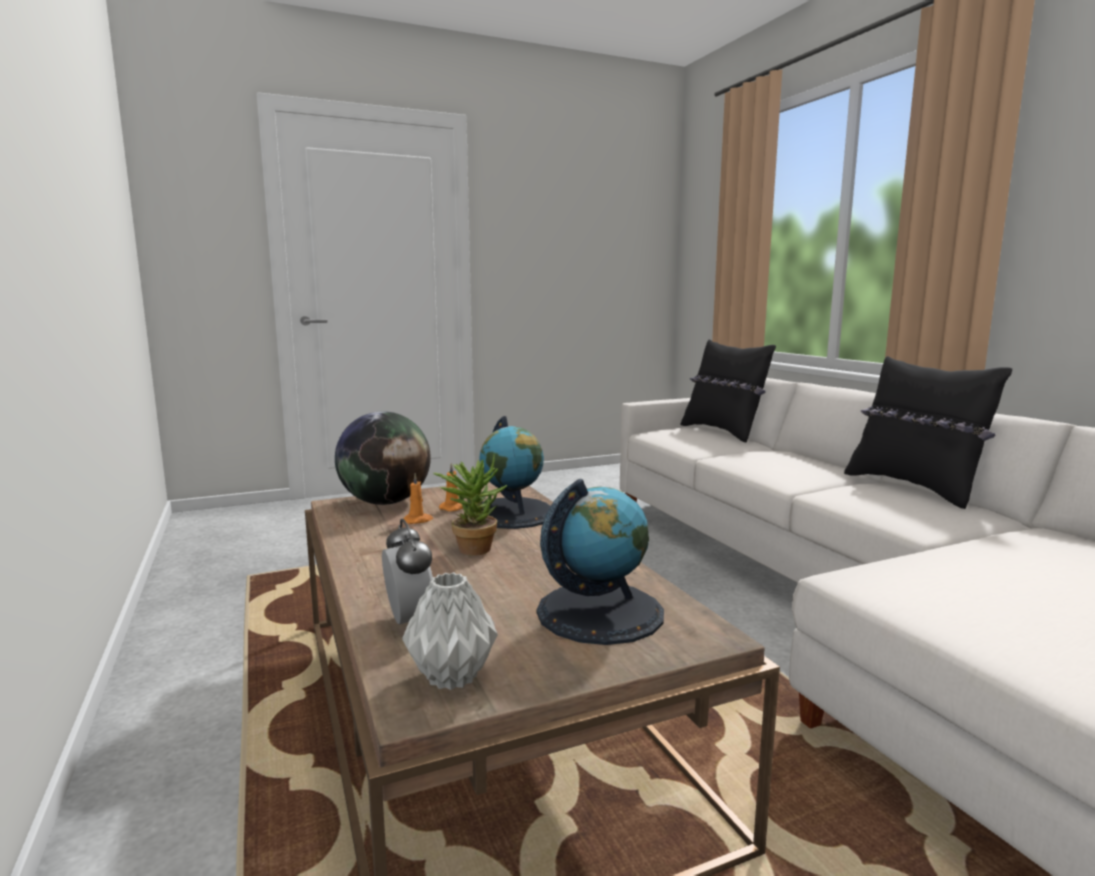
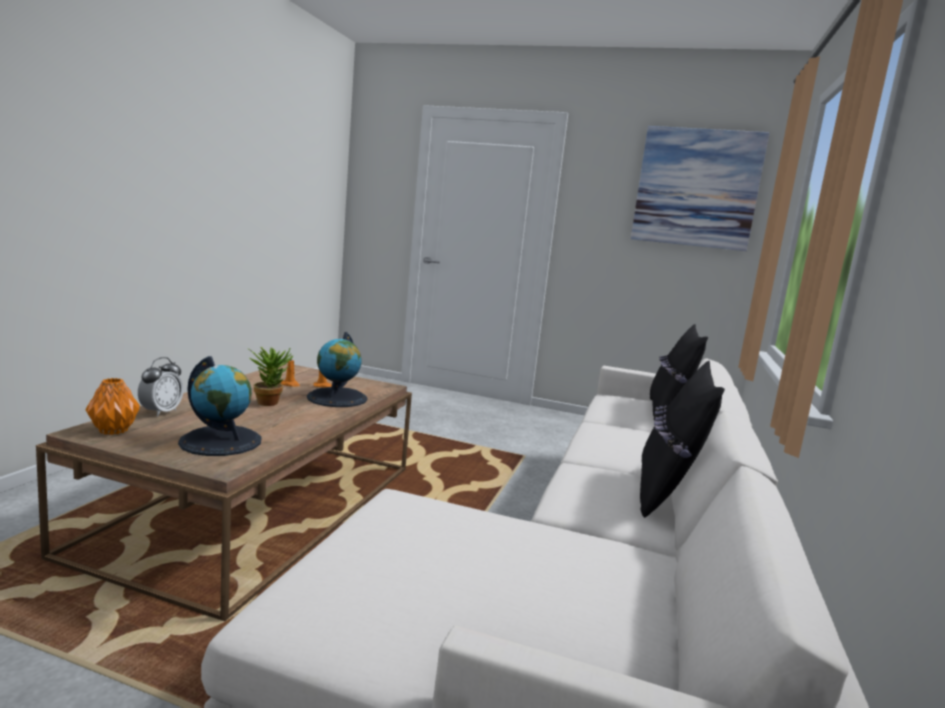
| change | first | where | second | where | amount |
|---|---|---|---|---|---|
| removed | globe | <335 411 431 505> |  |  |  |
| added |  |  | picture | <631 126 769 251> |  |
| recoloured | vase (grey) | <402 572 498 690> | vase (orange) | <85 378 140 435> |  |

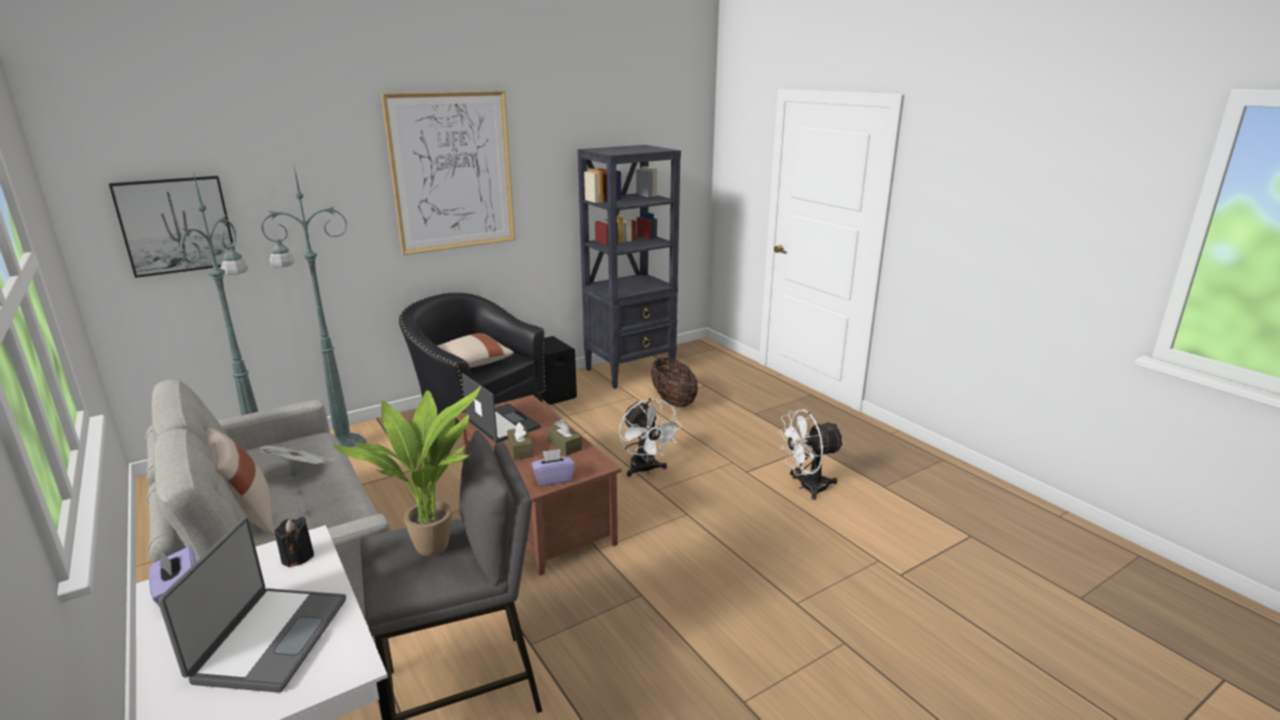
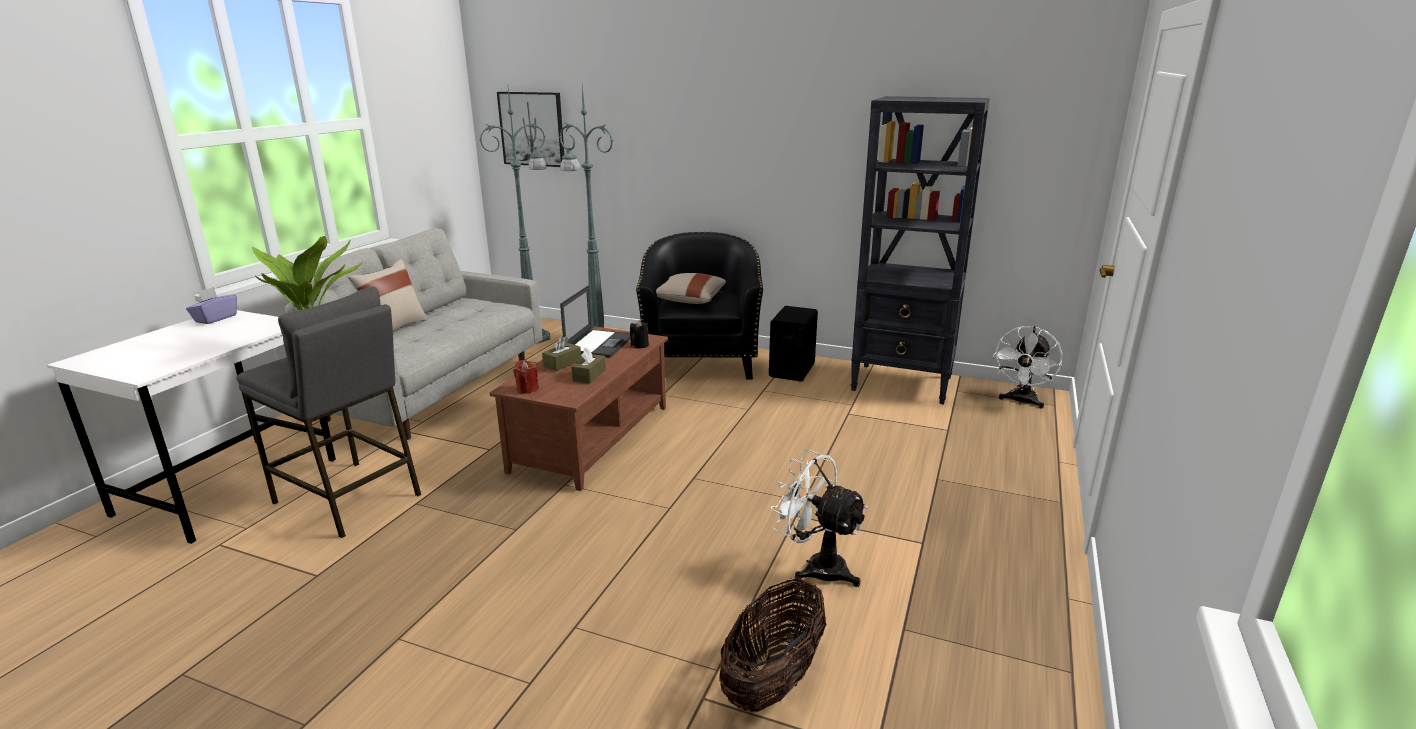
| change | first | where | second | where | amount |
|---|---|---|---|---|---|
| removed | laptop | <158 518 346 693> |  |  |  |
| removed | newspaper | <259 445 335 464> |  |  |  |
| removed | picture | <381 91 515 255> |  |  |  |
| moved | candle (black) | <275 517 314 567> |  | <630 320 649 348> |  |
| moved | fan (white) | <619 398 682 477> |  | <993 326 1063 408> |  |
| moved | basket | <651 358 698 407> |  | <719 579 826 713> |  |
| replaced | tissue box (purple) | <531 449 575 486> | candle (red) | <513 360 539 394> |  |

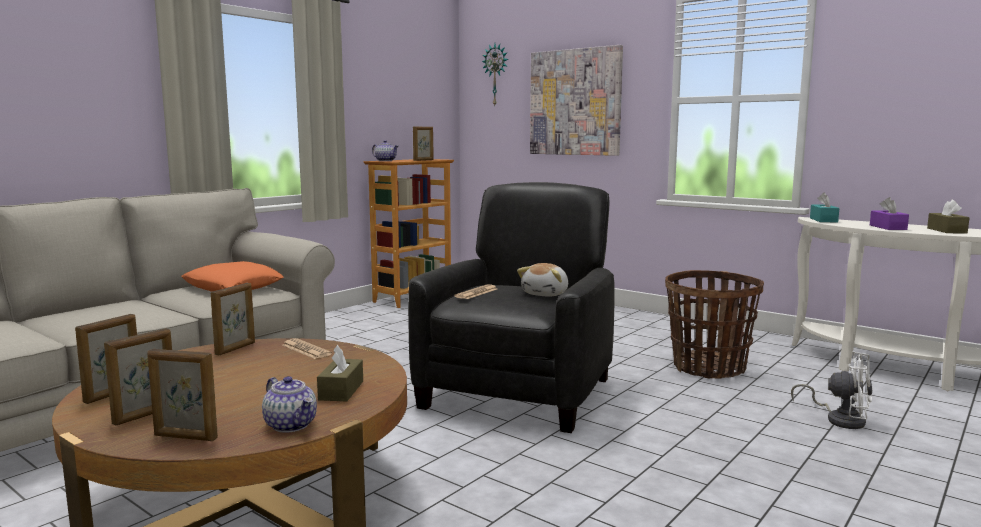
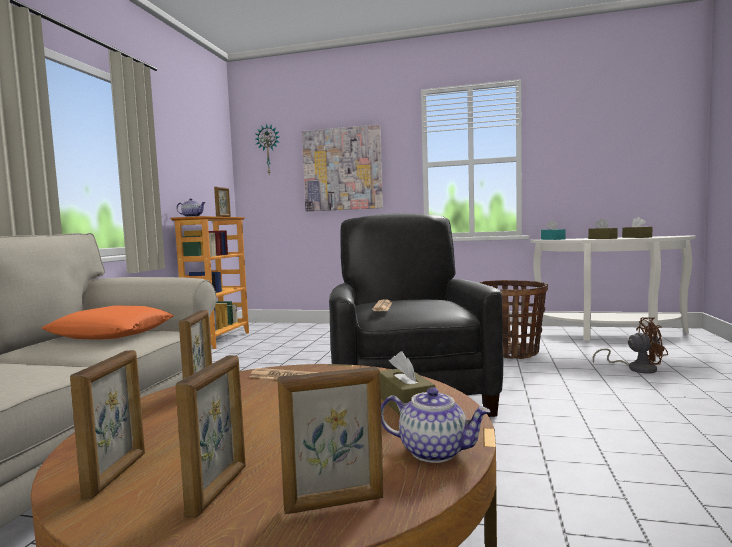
| change | first | where | second | where | amount |
|---|---|---|---|---|---|
| removed | plush toy | <517 263 568 297> |  |  |  |
| recoloured | fan (white) | <791 351 873 429> | fan (brown) | <593 317 668 374> |  |
| recoloured | tissue box (purple) | <870 197 909 230> | tissue box (brown) | <588 218 618 239> |  |

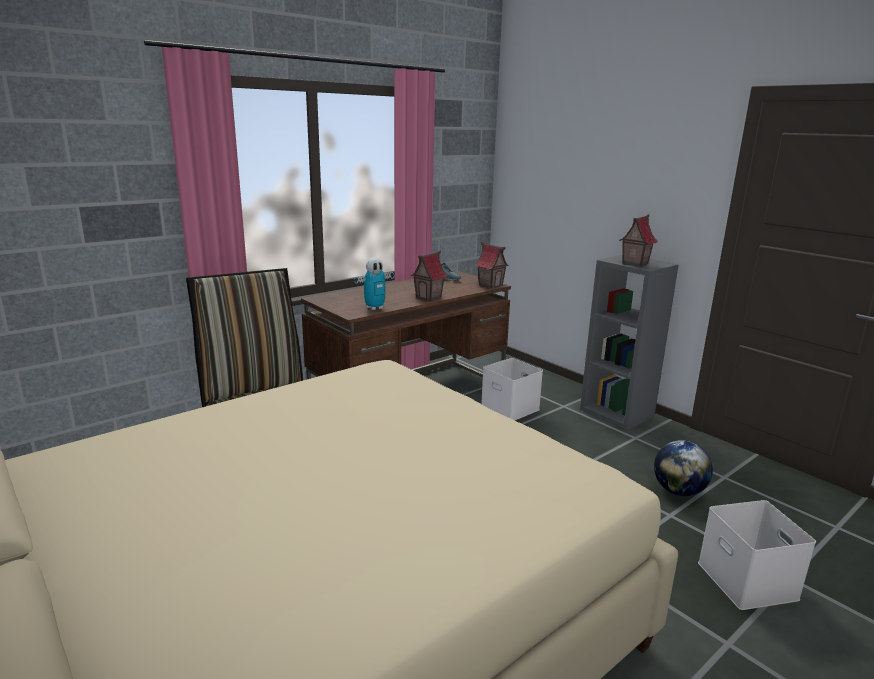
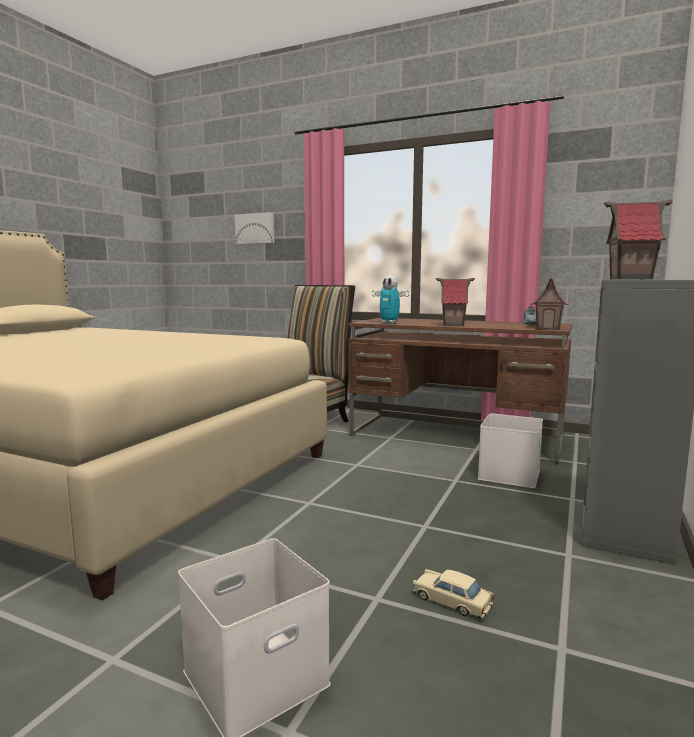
| change | first | where | second | where | amount |
|---|---|---|---|---|---|
| added |  |  | picture | <235 212 274 244> |  |
| replaced | globe | <654 440 713 496> | toy car (beige) | <413 569 494 619> |  |

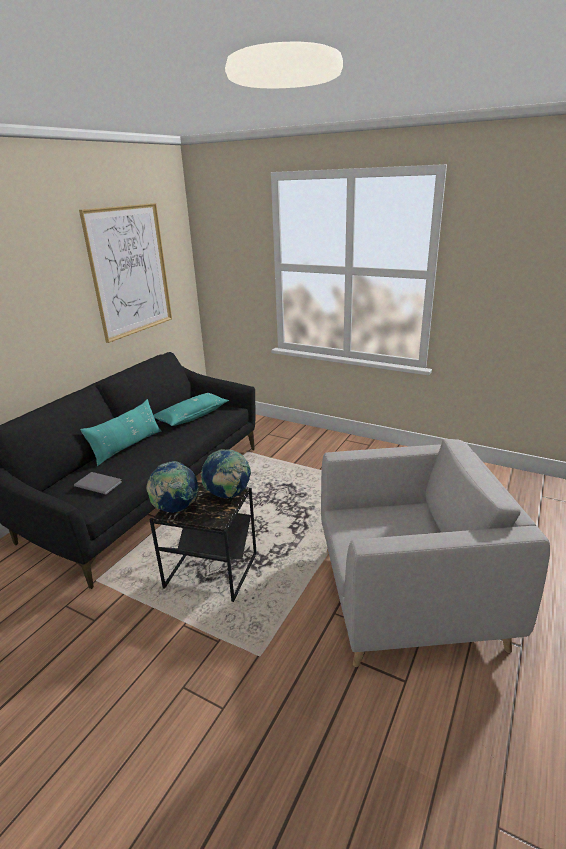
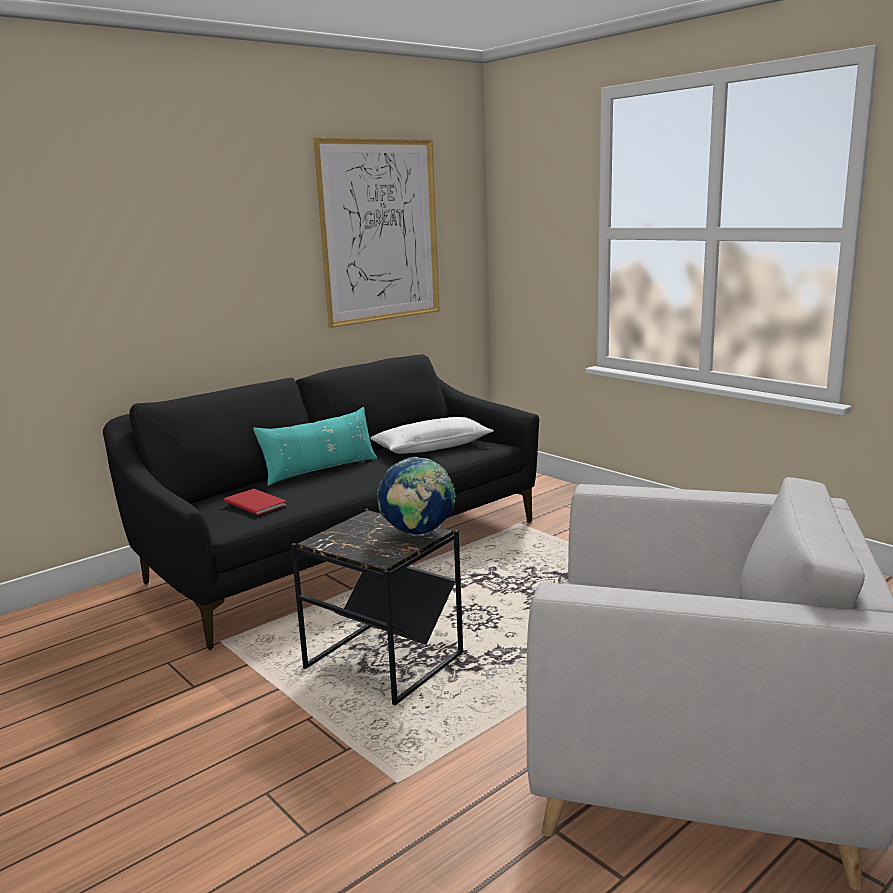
| change | first | where | second | where | amount |
|---|---|---|---|---|---|
| removed | globe | <146 461 199 513> |  |  |  |
| recoloured | book (grey) | <74 472 122 494> | book (red) | <223 489 287 515> |  |
| recoloured | pillow (turquoise) | <153 393 229 426> | pillow (white) | <370 417 494 454> |  |

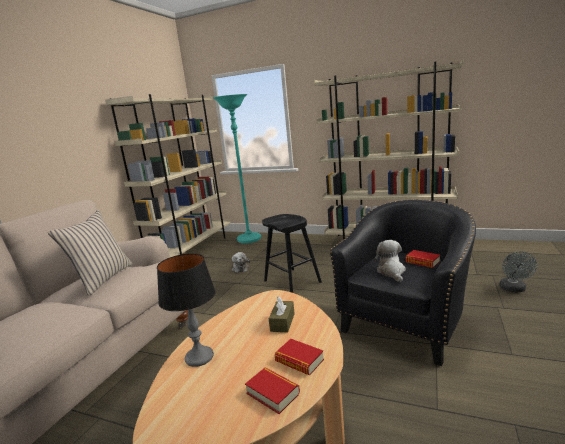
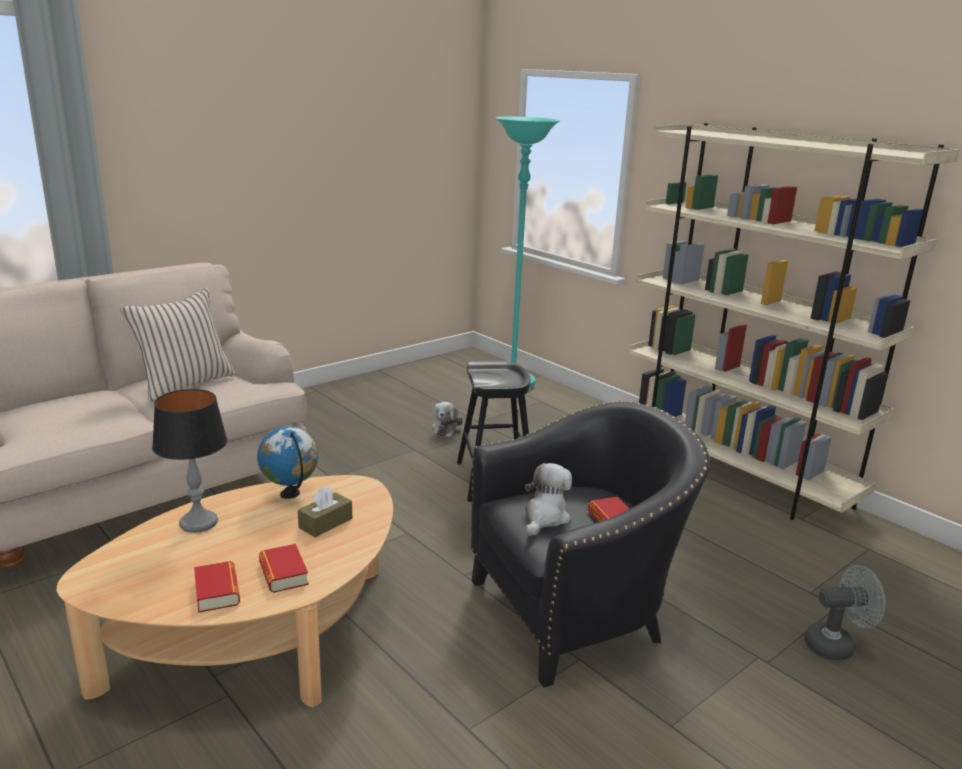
| change | first | where | second | where | amount |
|---|---|---|---|---|---|
| removed | bookcase (beige) | <105 94 231 257> |  |  |  |
| added |  |  | globe | <257 426 318 499> |  |
| turned | fan (grey) | <499 251 537 292> |  | <804 565 885 660> | 135 degrees counterclockwise |

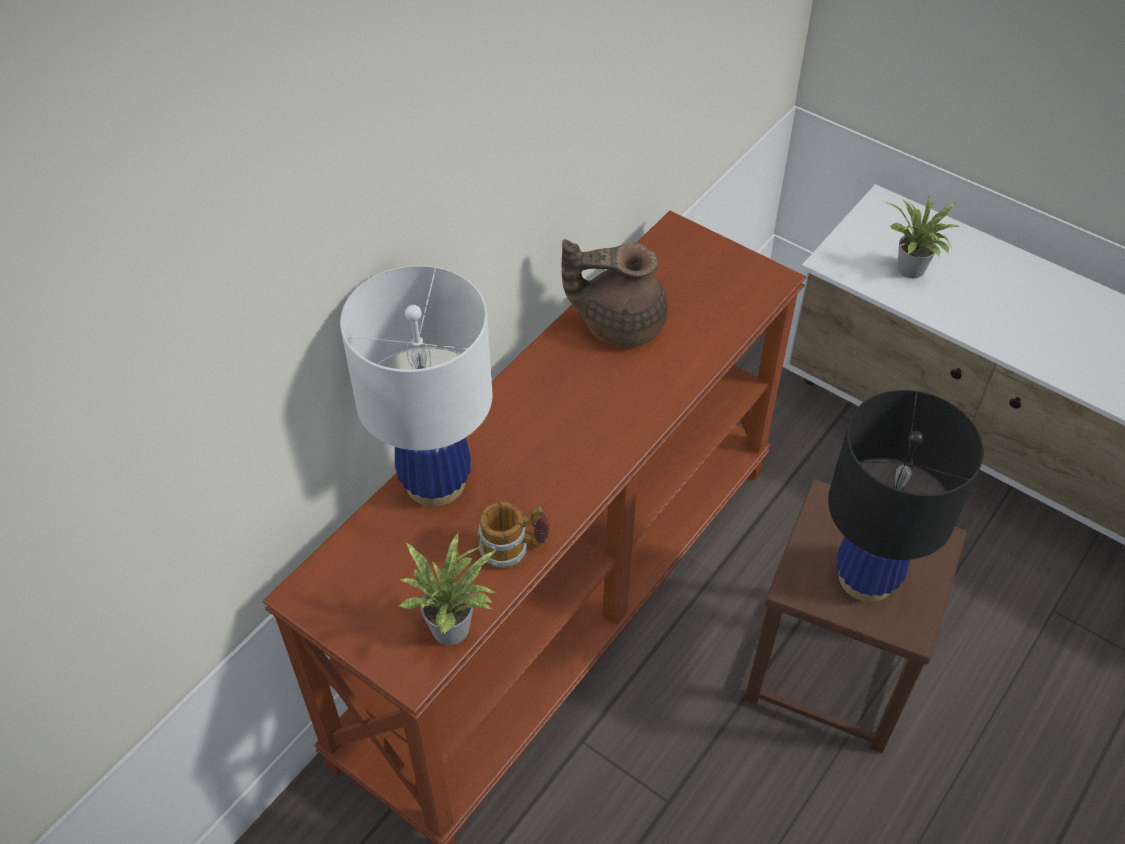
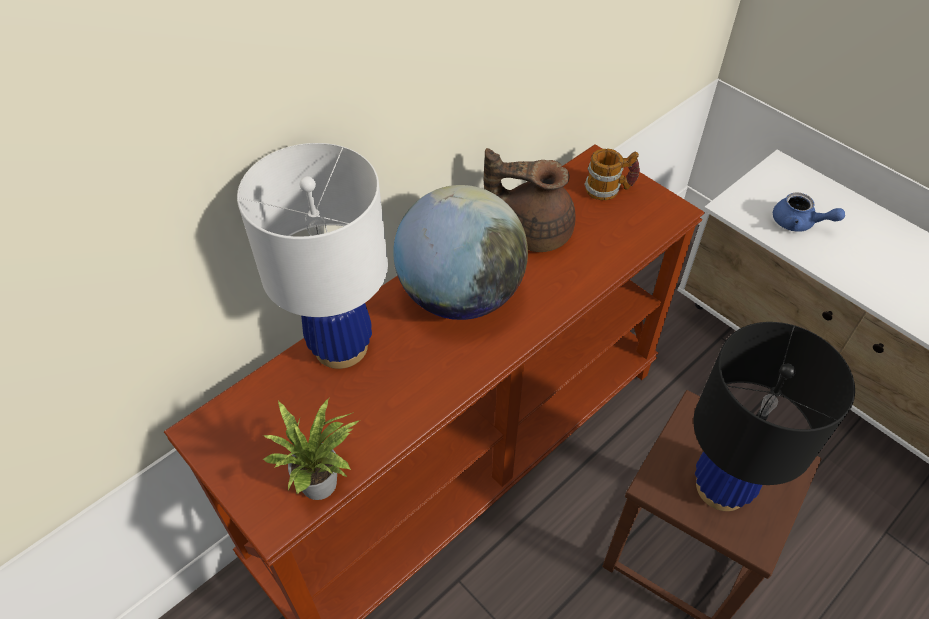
| change | first | where | second | where | amount |
|---|---|---|---|---|---|
| added |  |  | globe | <393 185 528 320> |  |
| moved | mug | <478 502 550 570> |  | <584 149 640 200> |  |
| replaced | potted plant | <884 196 959 279> | teapot (blue) | <773 192 845 232> |  |

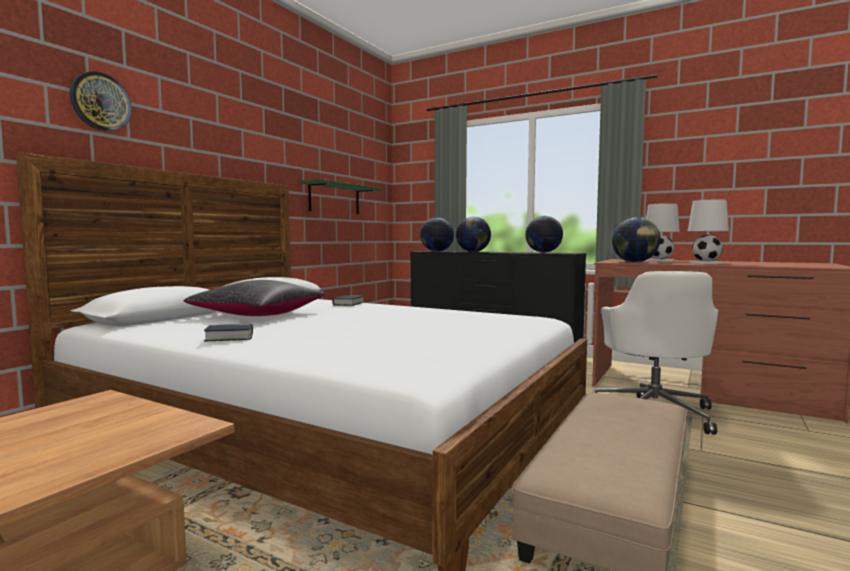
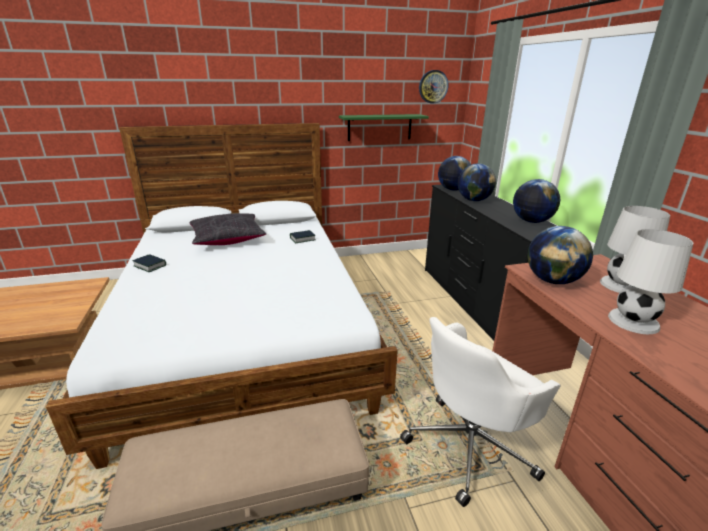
| change | first | where | second | where | amount |
|---|---|---|---|---|---|
| moved | wall clock | <70 71 132 131> |  | <419 70 448 103> |  |

